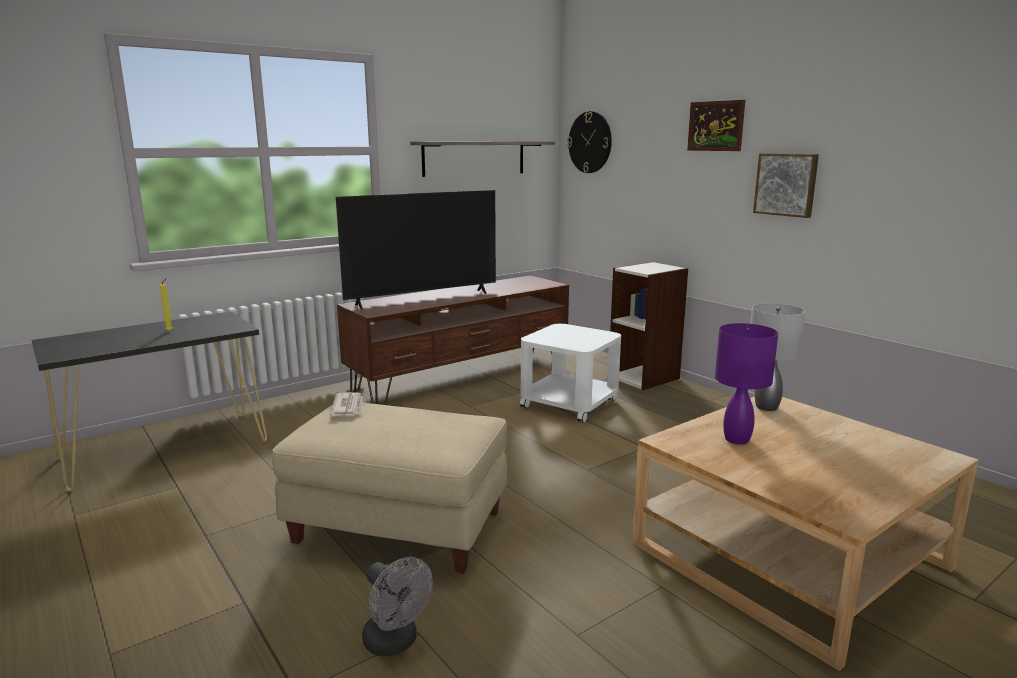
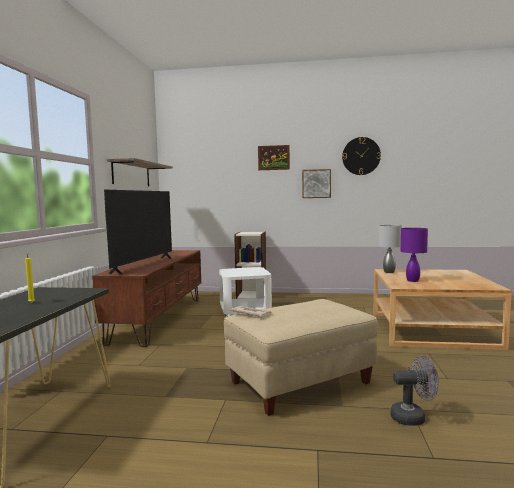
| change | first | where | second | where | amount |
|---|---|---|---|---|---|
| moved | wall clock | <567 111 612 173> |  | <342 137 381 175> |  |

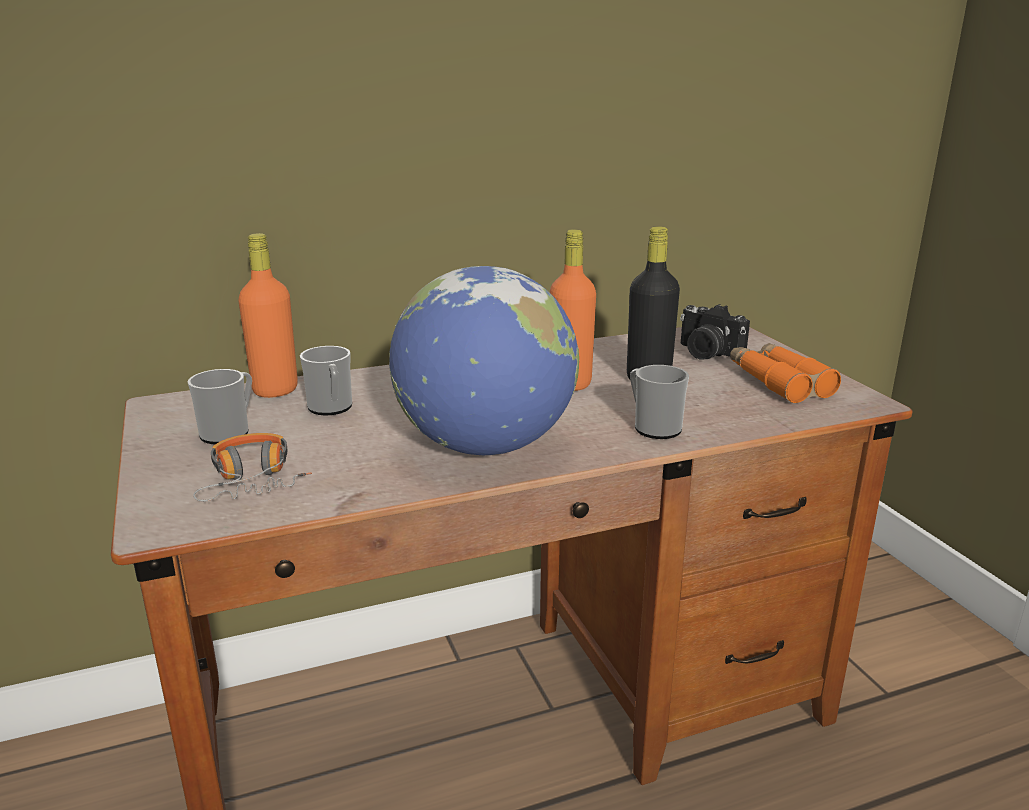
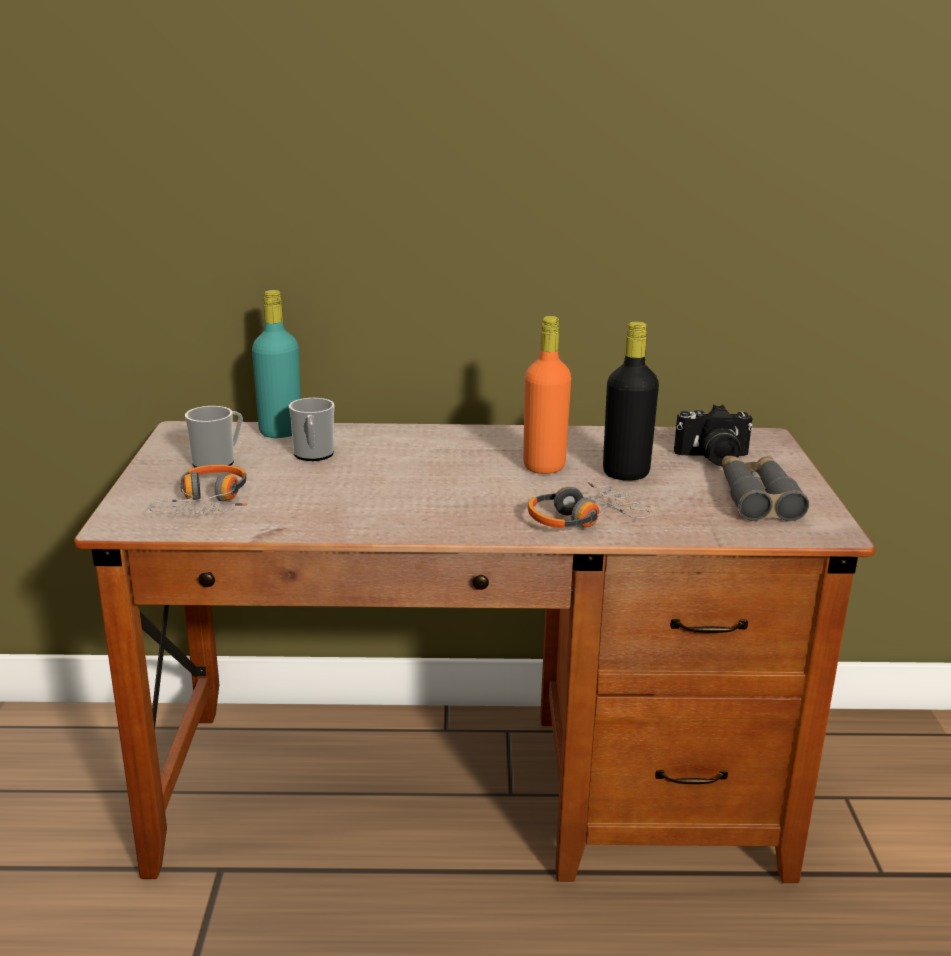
| change | first | where | second | where | amount |
|---|---|---|---|---|---|
| removed | globe | <389 266 579 455> |  |  |  |
| replaced | mug | <630 365 689 439> | headphones | <528 482 651 528> |  |
| recoloured | bottle (orange) | <238 233 298 398> | bottle (turquoise) | <252 290 301 438> |  |
| recoloured | binoculars (orange) | <730 343 841 403> | binoculars (grey) | <722 456 809 521> |  |
| turned | photo camera | <680 304 750 360> |  | <674 405 753 466> | 60 degrees counterclockwise |

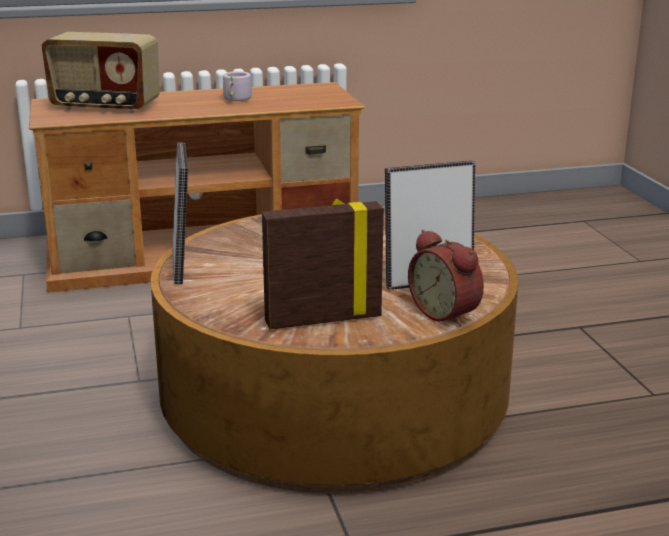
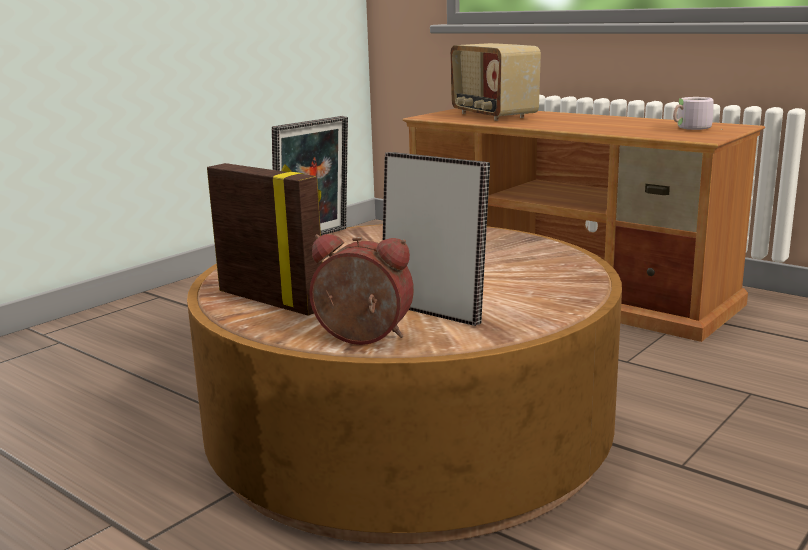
| change | first | where | second | where | amount |
|---|---|---|---|---|---|
| moved | mug (grey) | <223 71 260 101> |  | <673 97 723 130> |  |
| turned | alarm clock | <408 230 484 327> |  | <309 234 414 345> | 90 degrees clockwise |

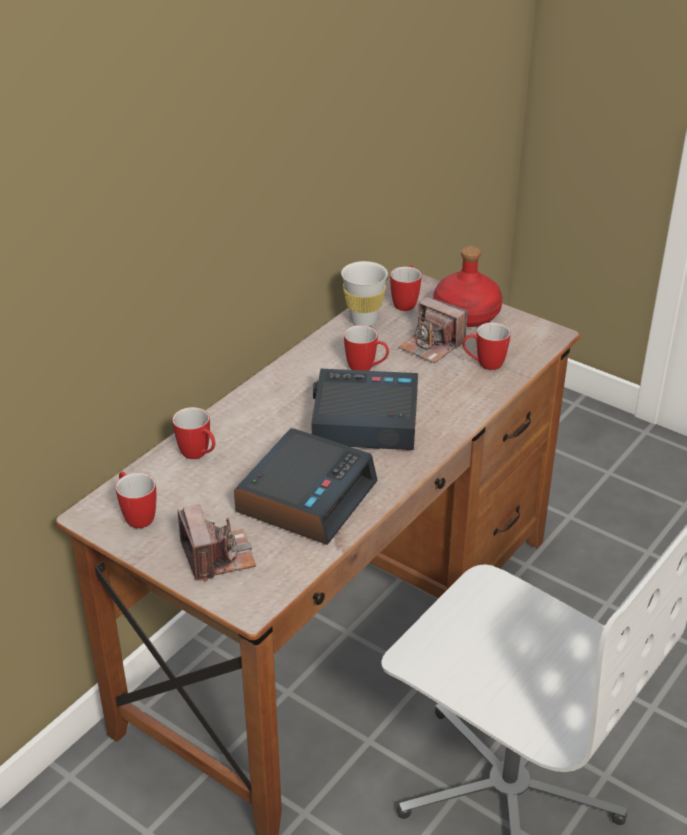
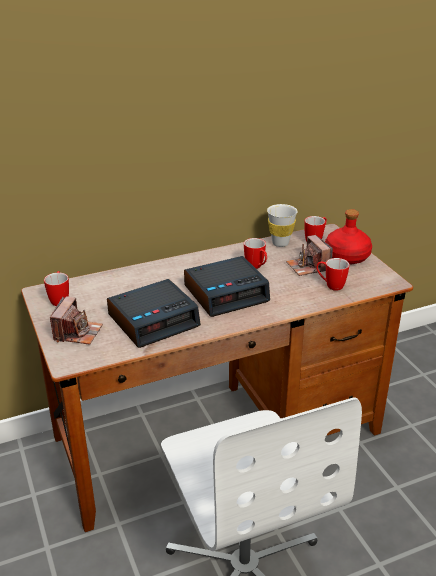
| change | first | where | second | where | amount |
|---|---|---|---|---|---|
| removed | mug | <172 407 215 459> |  |  |  |
| turned | alarm clock | <311 369 418 450> |  | <184 256 270 317> | 120 degrees clockwise |

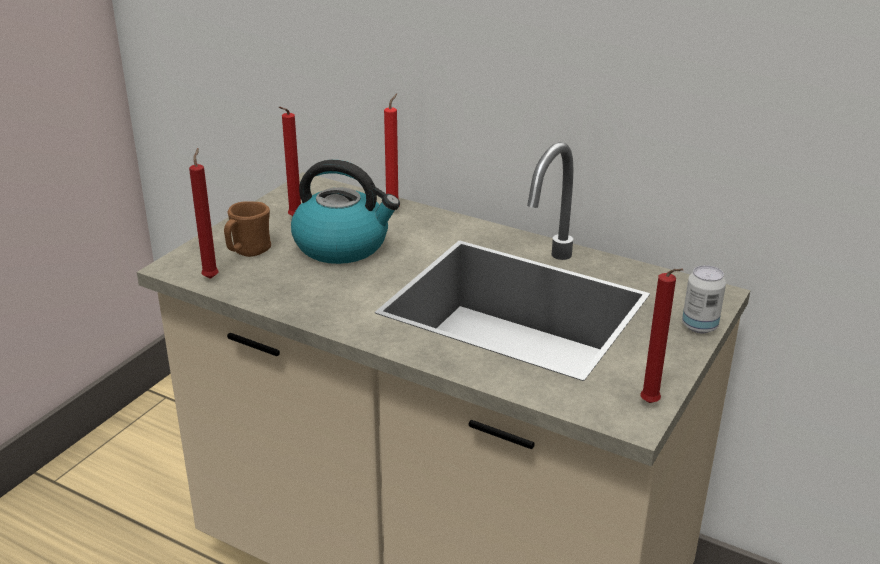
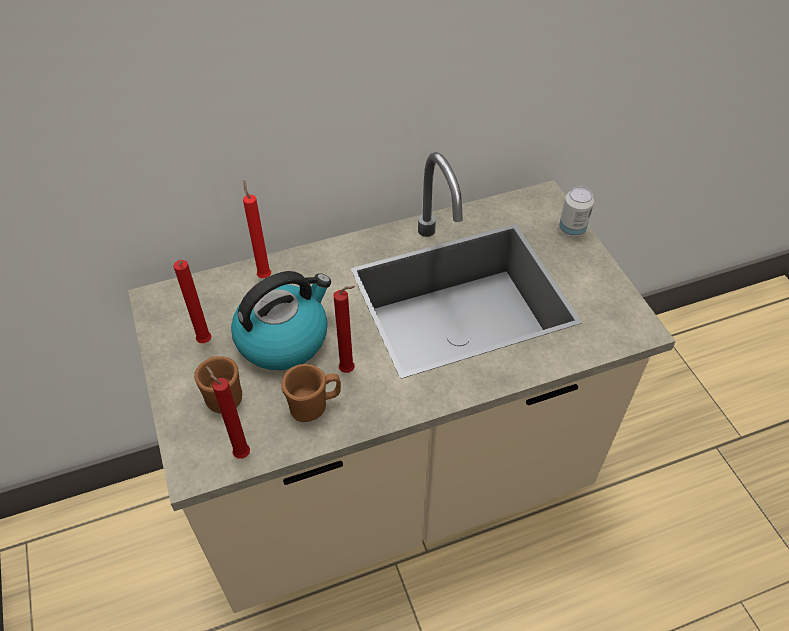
| change | first | where | second | where | amount |
|---|---|---|---|---|---|
| added |  |  | mug (brown) | <281 364 341 422> |  |
| moved | candle (red) | <640 268 683 403> |  | <334 286 356 373> |  |

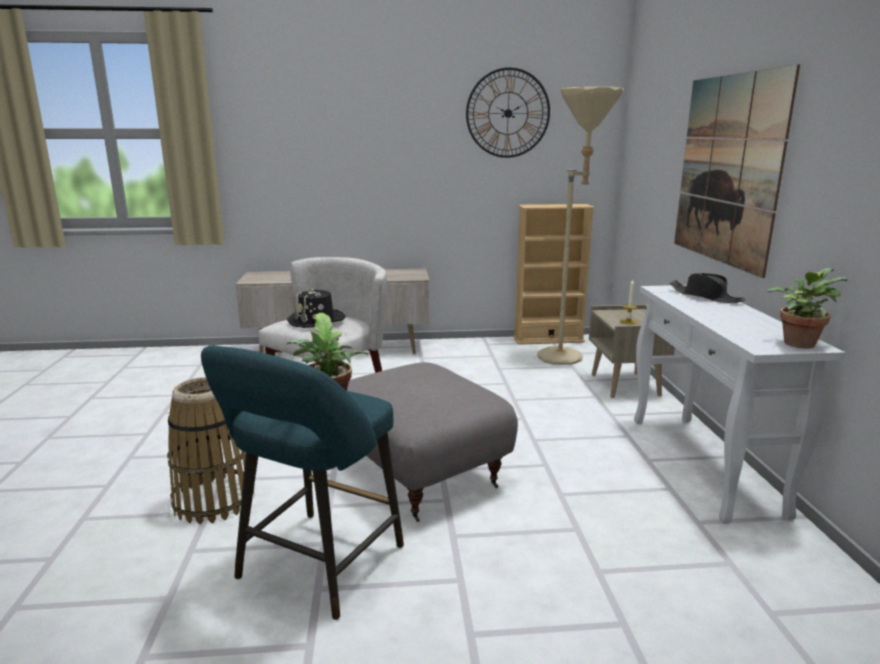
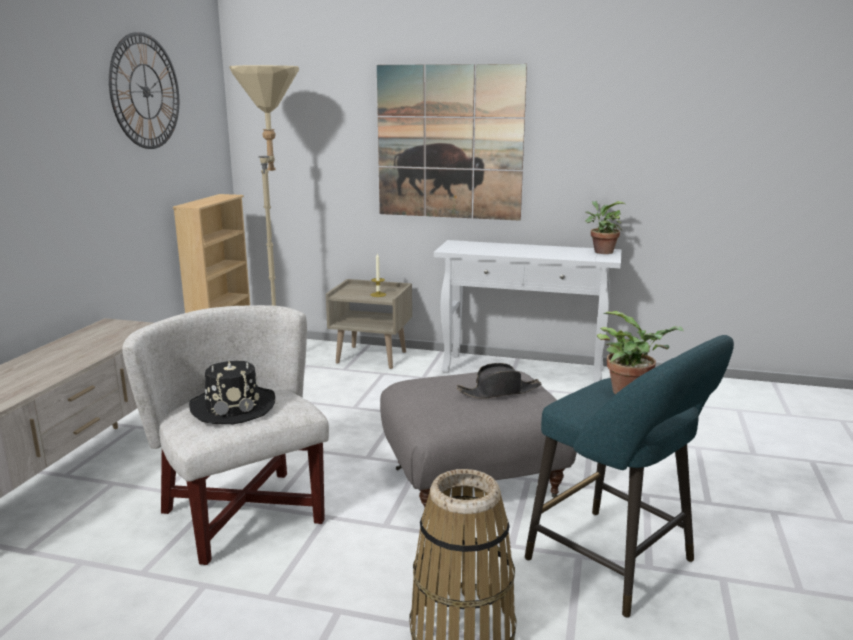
| change | first | where | second | where | amount |
|---|---|---|---|---|---|
| moved | hat (black) | <670 273 745 303> |  | <457 363 541 399> |  |

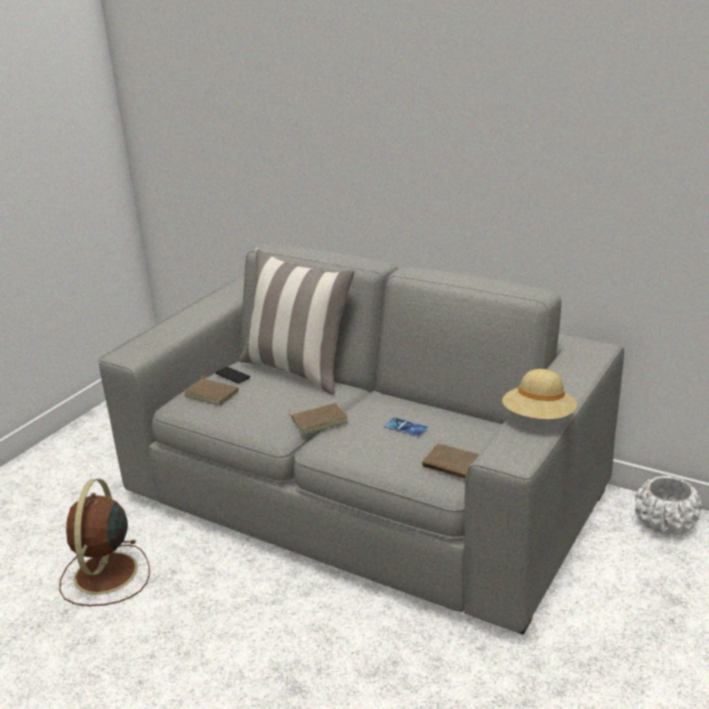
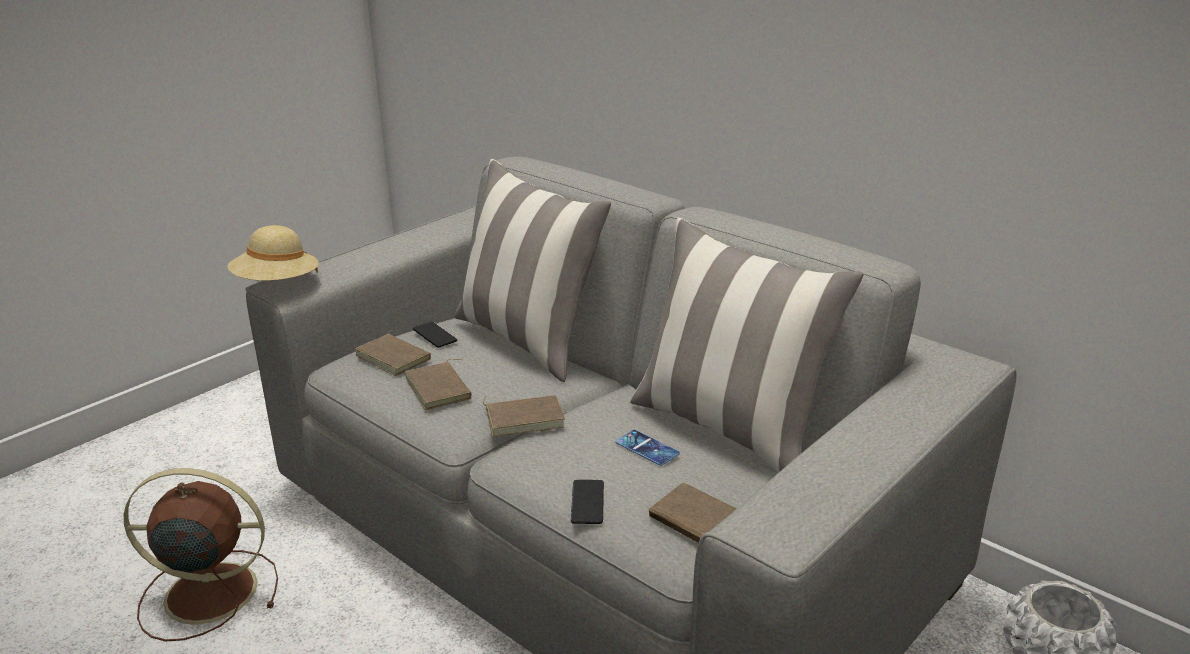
| change | first | where | second | where | amount |
|---|---|---|---|---|---|
| added |  |  | book (brown) | <405 359 472 410> |  |
| added |  |  | phone | <571 480 604 524> |  |
| added |  |  | pillow | <630 218 863 472> |  |
| moved | hat (beige) | <502 369 577 419> |  | <227 225 319 281> |  |
| turned | fan (brown) | <59 479 150 606> |  | <124 468 278 641> | 75 degrees clockwise |

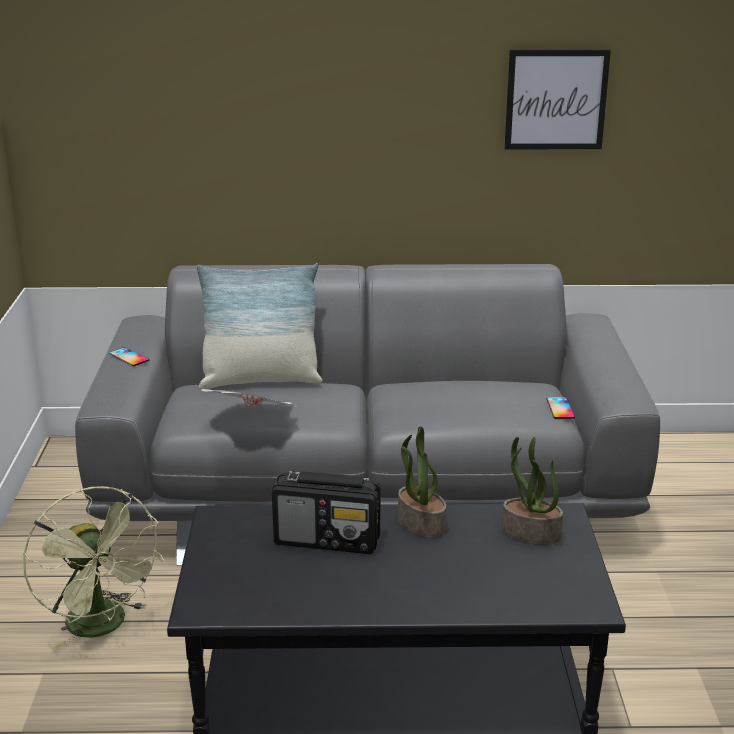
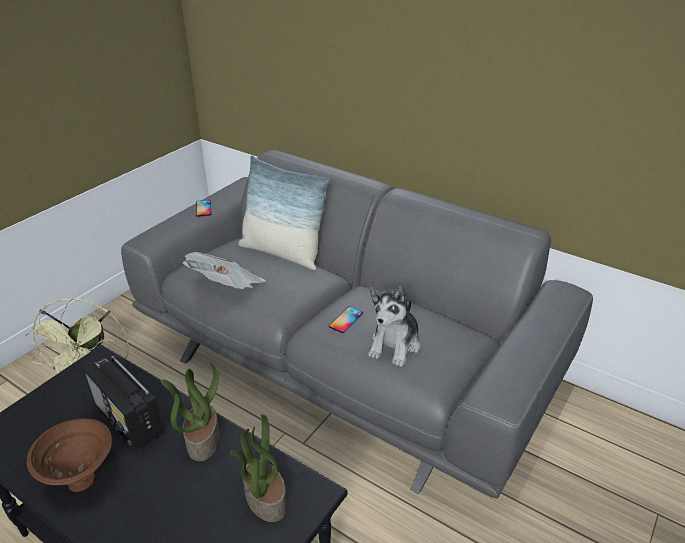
| change | first | where | second | where | amount |
|---|---|---|---|---|---|
| removed | picture | <504 50 611 149> |  |  |  |
| added |  |  | bowl (brown) | <27 418 112 492> |  |
| added |  |  | plush toy | <368 287 421 367> |  |
| moved | phone | <546 397 575 419> |  | <329 306 363 333> |  |

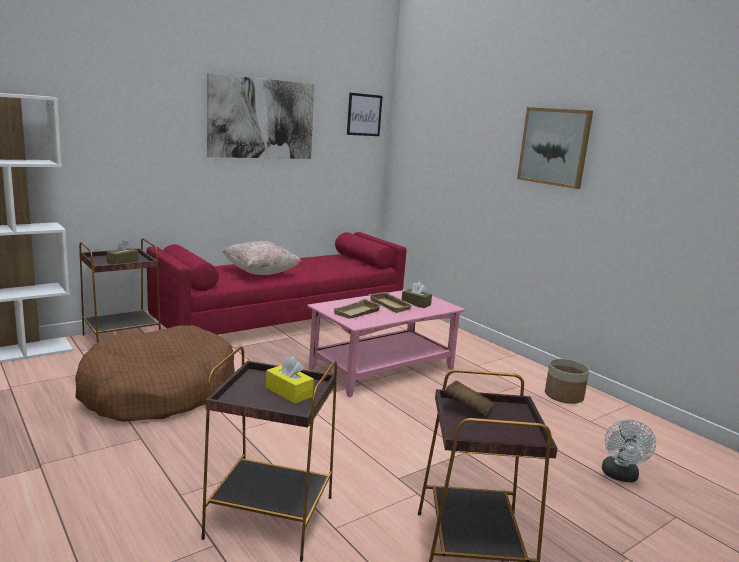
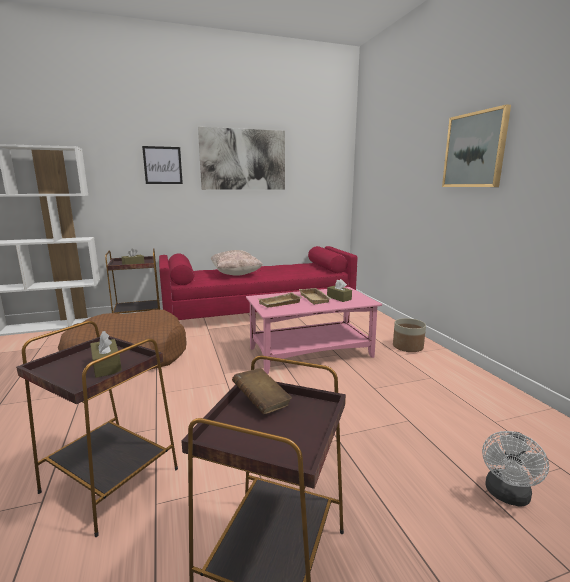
| change | first | where | second | where | amount |
|---|---|---|---|---|---|
| moved | picture | <347 93 383 136> |  | <142 146 183 184> |  |
| moved | planter | <545 358 589 404> |  | <393 318 426 352> |  |
| recoloured | tissue box (yellow) | <266 356 314 403> | tissue box (brown) | <90 331 122 378> |  |

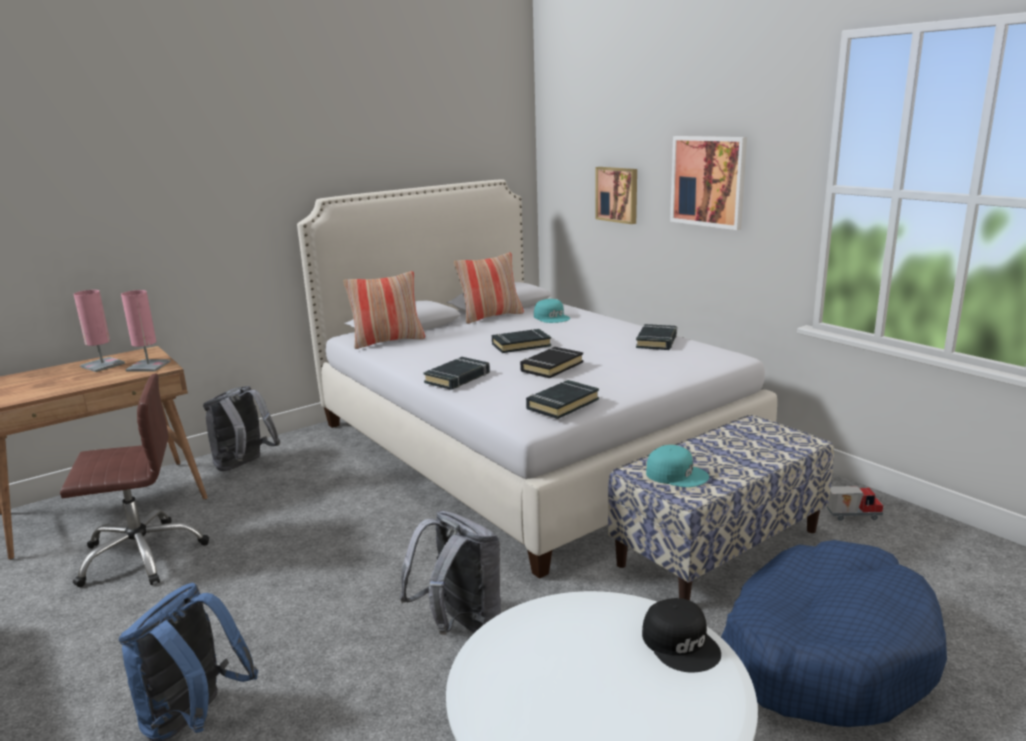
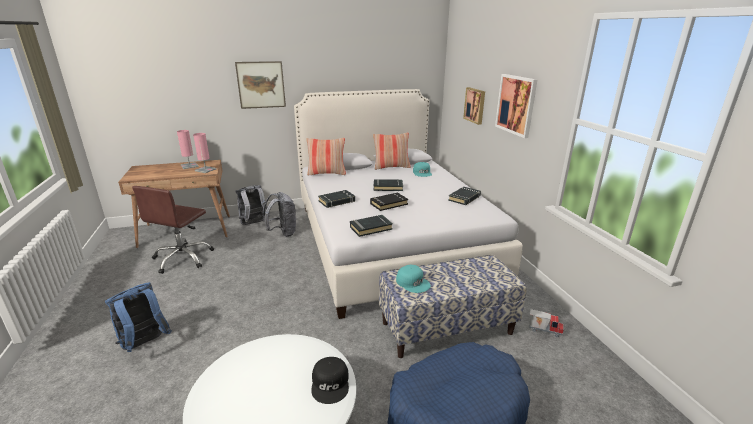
| change | first | where | second | where | amount |
|---|---|---|---|---|---|
| added |  |  | picture | <235 61 286 109> |  |
| moved | backpack (grey) | <400 510 501 635> |  | <263 192 297 237> |  |
| turned | office chair (brown) | <60 373 209 587> |  | <132 186 214 274> | 105 degrees clockwise |

